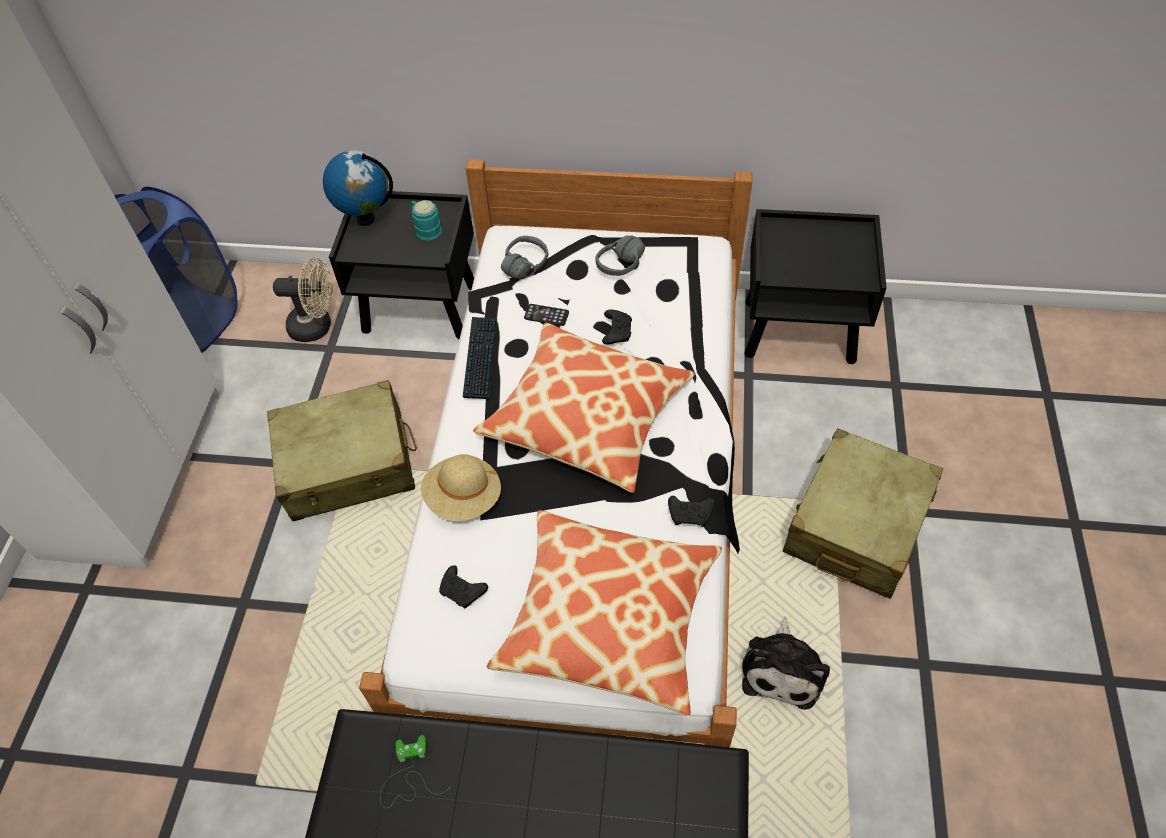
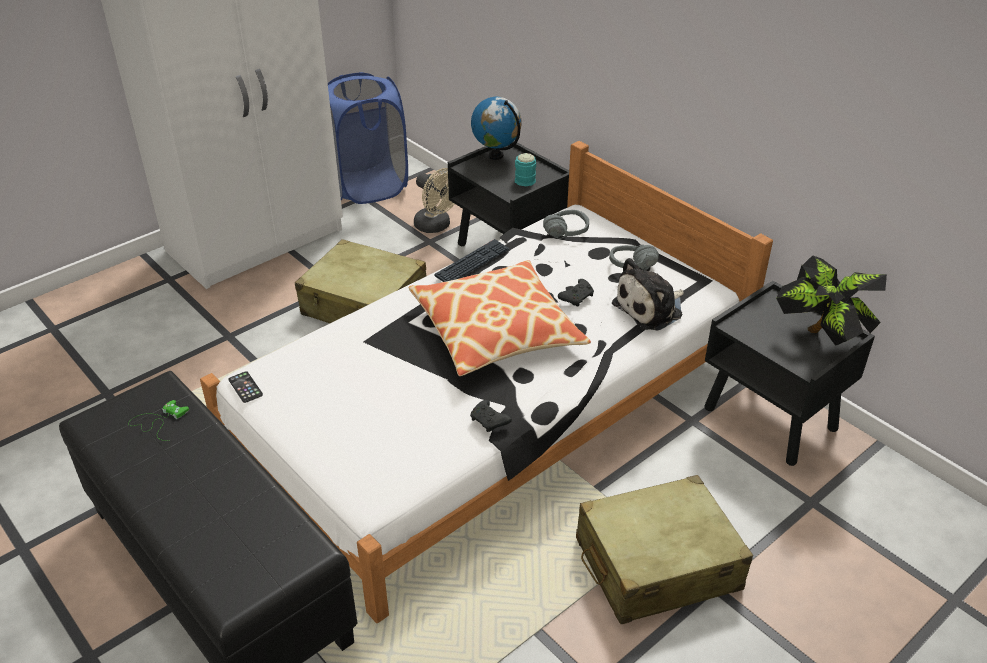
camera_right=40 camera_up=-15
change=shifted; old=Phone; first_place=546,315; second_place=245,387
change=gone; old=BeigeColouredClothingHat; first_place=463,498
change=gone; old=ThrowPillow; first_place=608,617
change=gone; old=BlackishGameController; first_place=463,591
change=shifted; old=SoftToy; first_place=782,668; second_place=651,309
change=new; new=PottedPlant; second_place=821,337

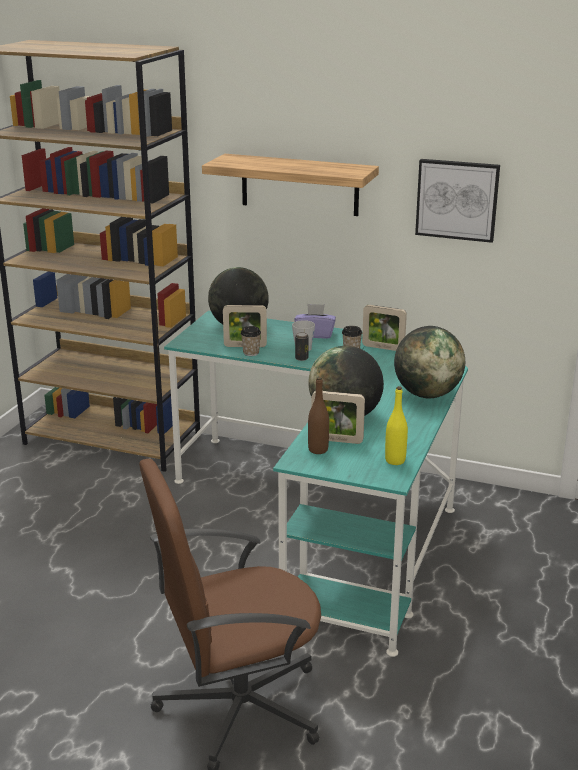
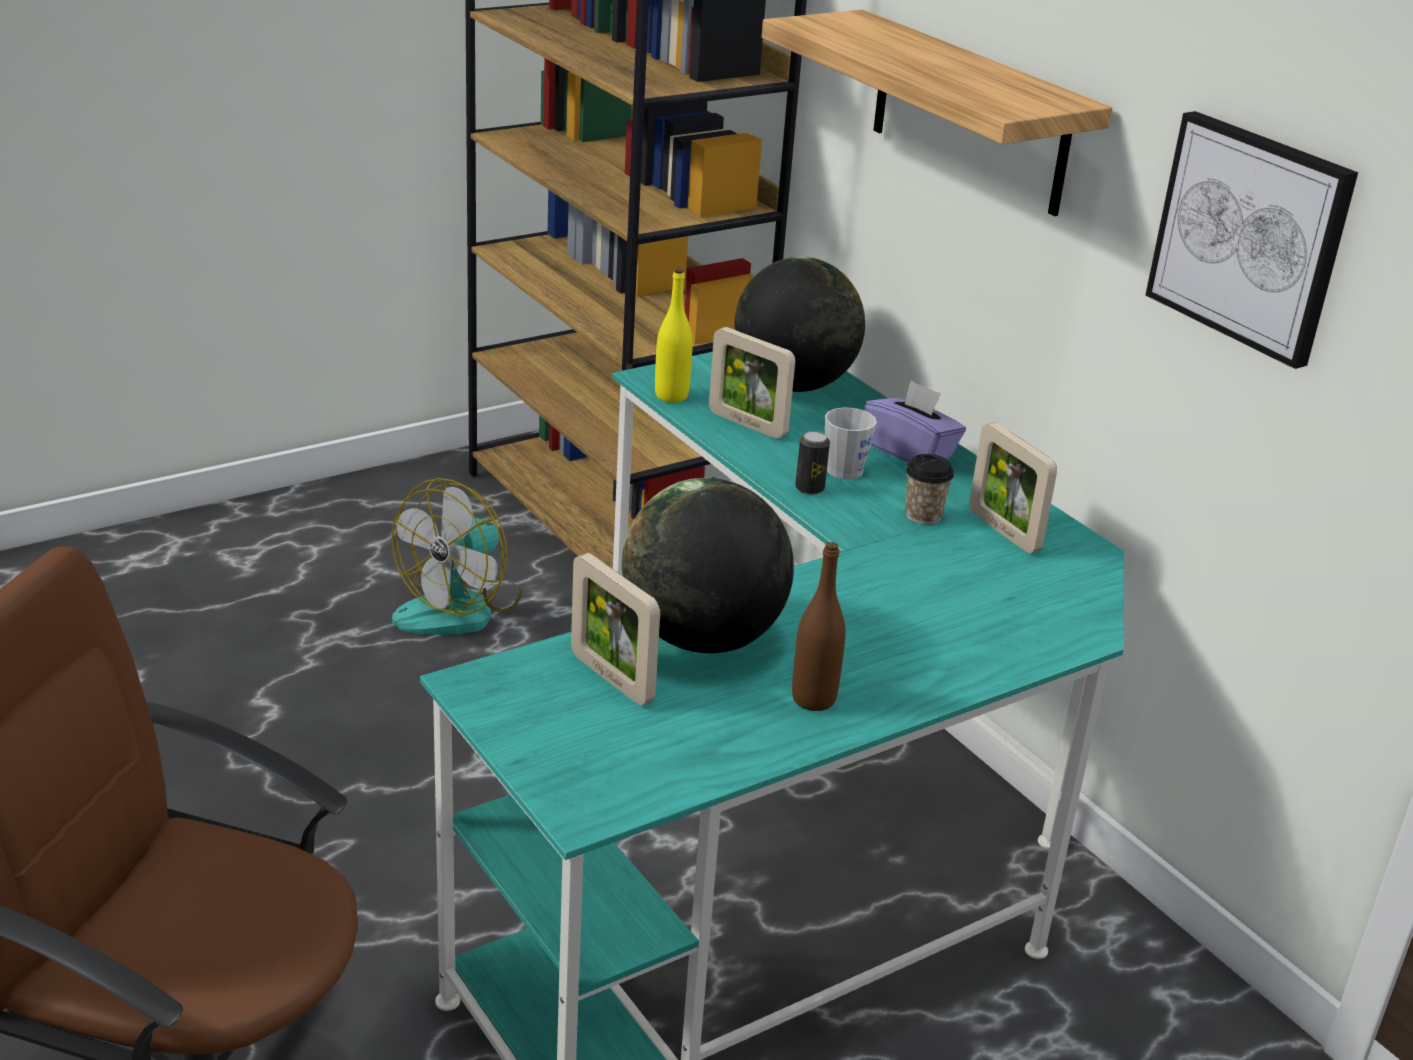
camera_right=35 camera_up=5
change=gone; old=SmallCup; first_place=251,353
change=gone; old=WorldGlobe; first_place=427,394
change=shifted; old=BrownColouredDrinkBottle; first_place=318,450; second_place=813,699
change=shifted; old=YellowColouredDrinkBottle; first_place=395,460; second_place=671,396
change=new; new=ElectricFan; second_place=460,607

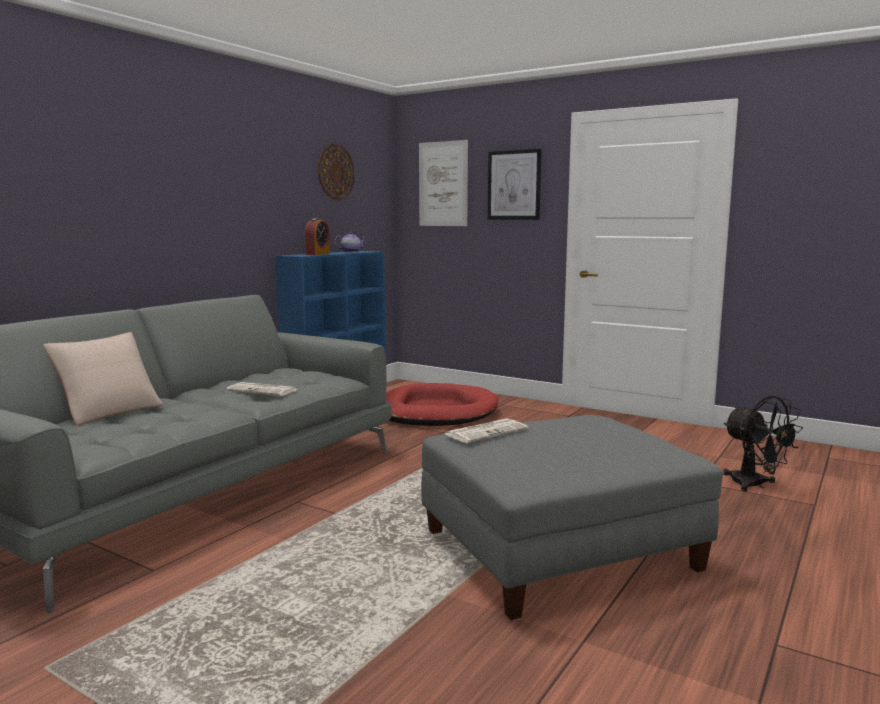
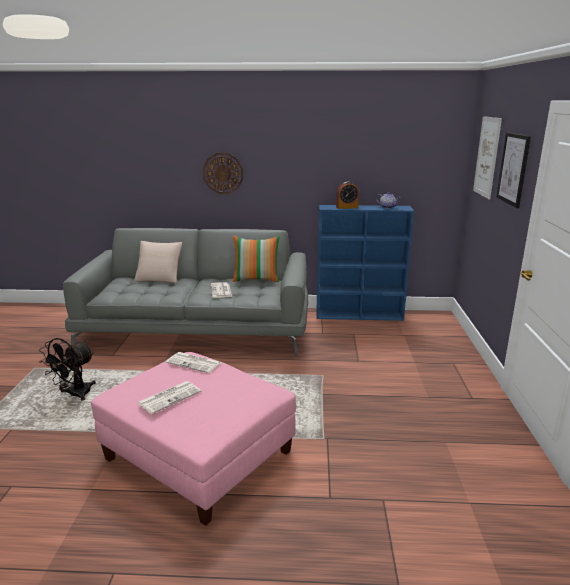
camera_right=60 camera_up=10
change=shifted; old=ClockOnTheWall; first_place=335,172; second_place=223,173
change=gone; old=ReddishDogCushion; first_place=434,412
change=shifted; old=BlackishElectricFan; first_place=755,485; second_place=74,395
change=repainted; old=GrayOttoman; new=PinkColouredOttoman; first_place=559,549; second_place=199,455
change=new; new=ThrowPillow; second_place=256,279
change=new; new=Newspaper; second_place=170,397

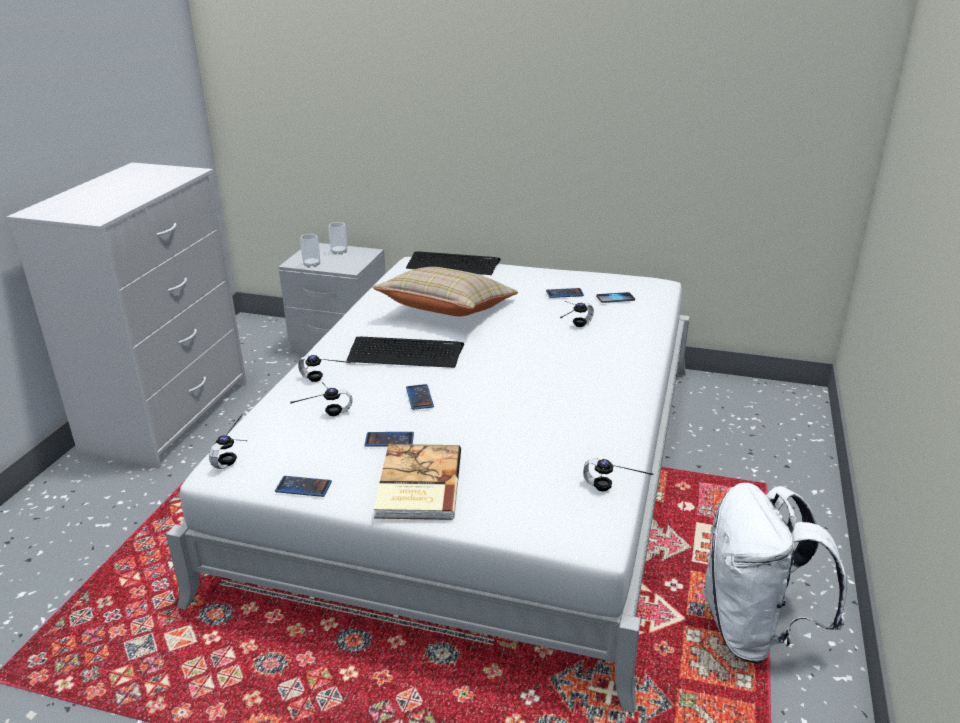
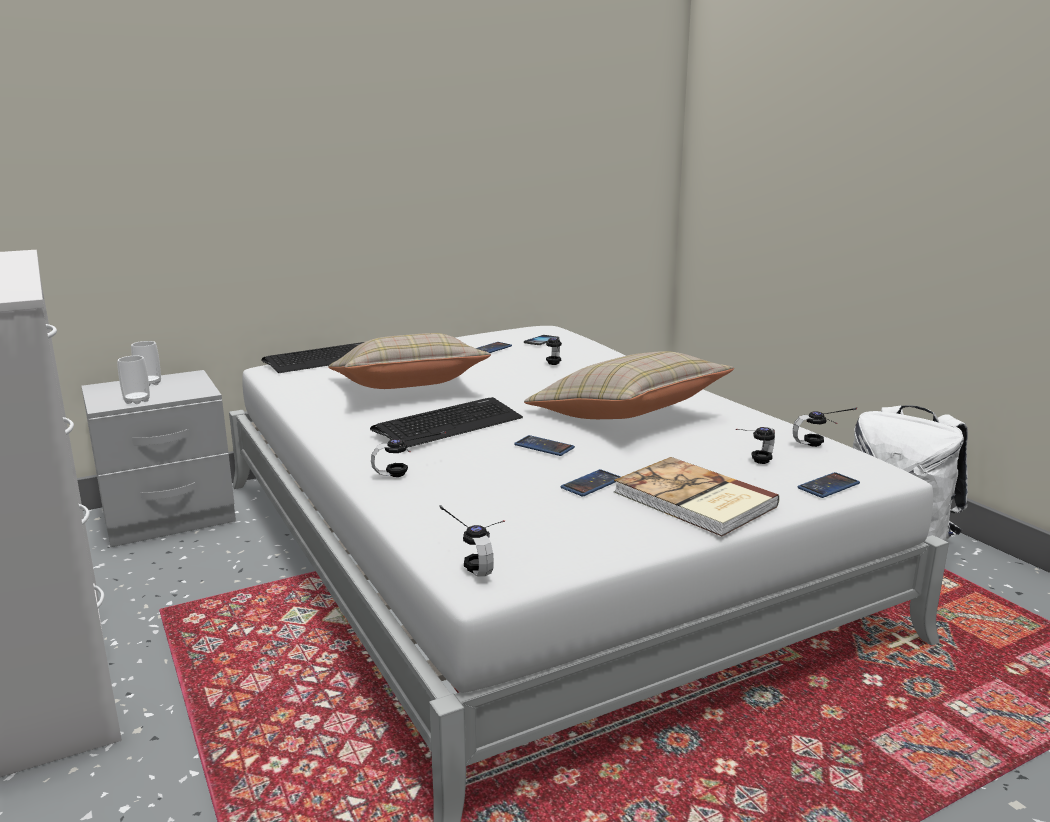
camera_right=-45 camera_up=-10
change=shifted; old=Headset; first_place=322,412; second_place=751,465
change=shifted; old=Phone; first_place=303,487; second_place=828,486
change=new; new=BeigeColouredThrowPillow; second_place=626,416

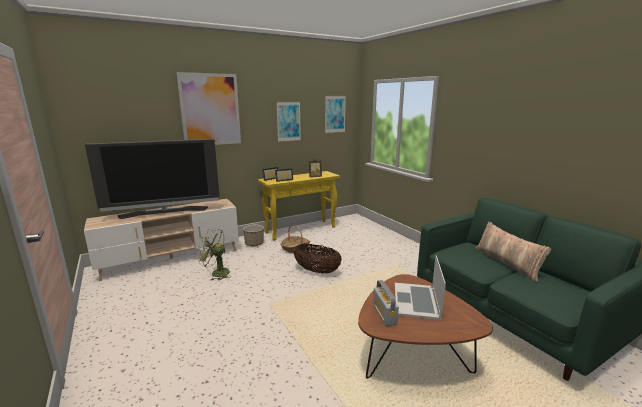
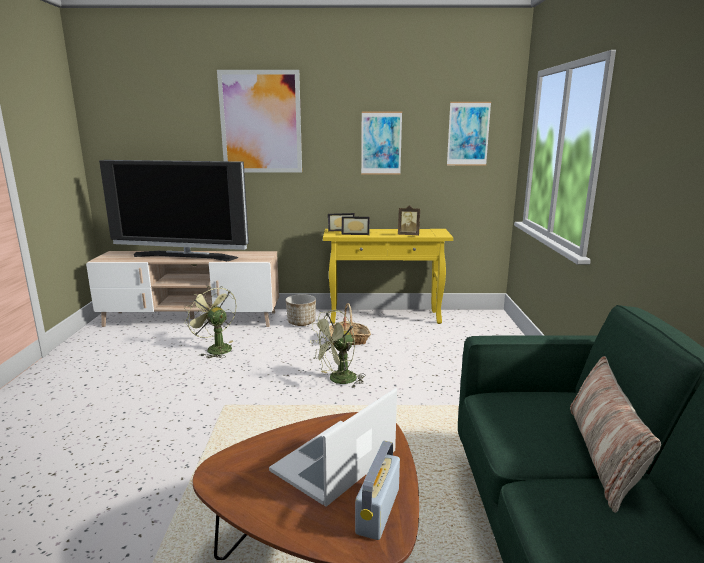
camera_right=30 camera_up=0
change=swapped; old=StorageBasket; new=GreenishElectricFan; first_place=317,271; second_place=338,380
change=shifted; old=RadioSet; first_place=384,314; second_place=378,511

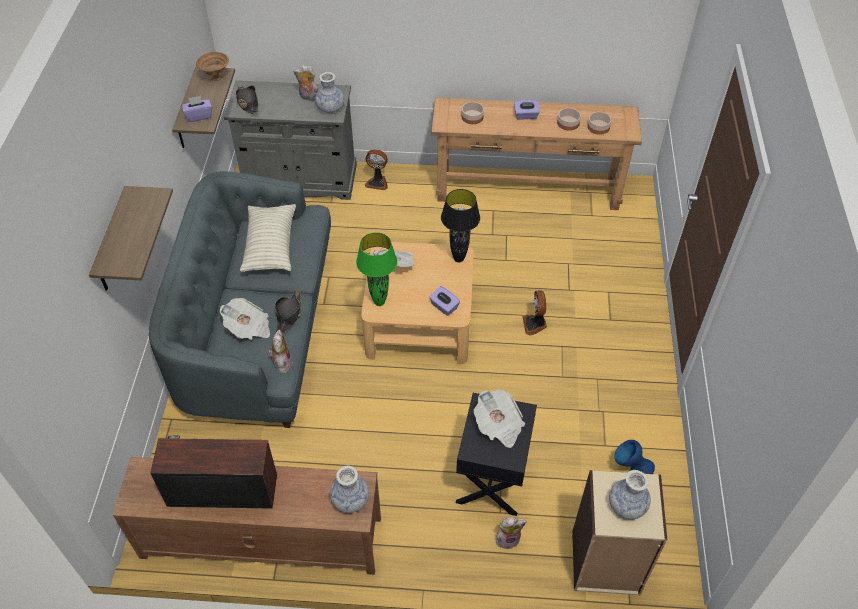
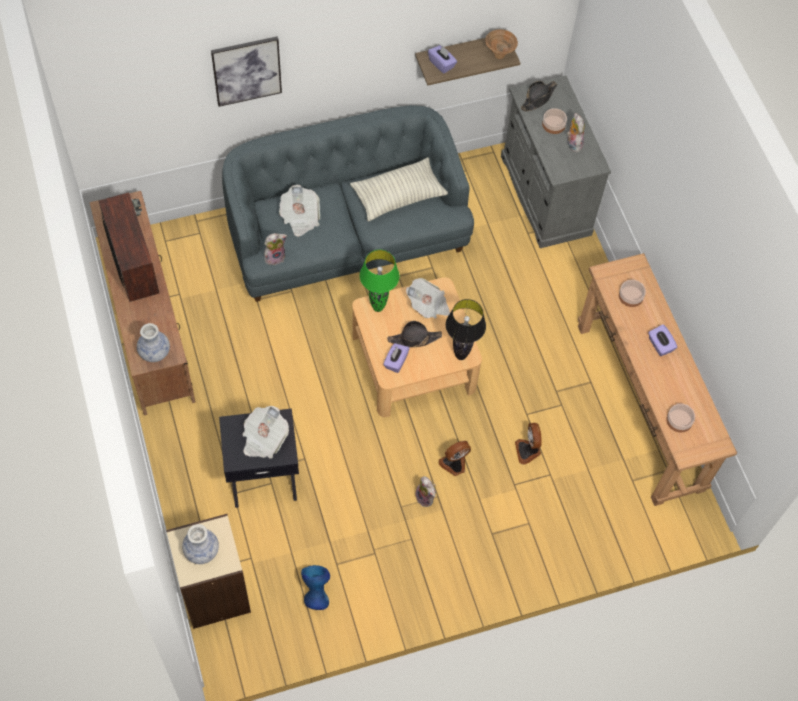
camera_right=65 camera_up=10
change=gone; old=Vase; first_place=330,108
change=shifted; old=ServingBowl; first_place=568,123; second_place=553,124
change=shifted; old=ElectricFan; first_place=377,182; second_place=528,451
change=swapped; old=WallShelf; new=WallArt; first_place=112,242; second_place=246,70
change=shifted; old=BlackishClothingHat; first_place=288,315; second_place=414,339
change=shifted; old=SoftToy; first_place=508,539; second_place=426,498

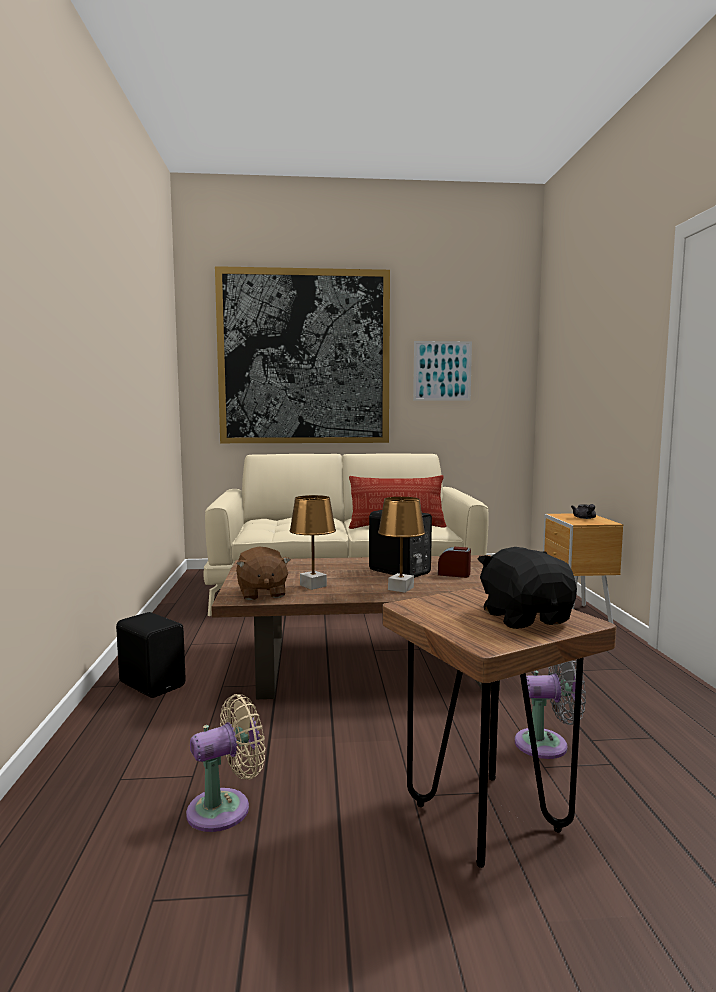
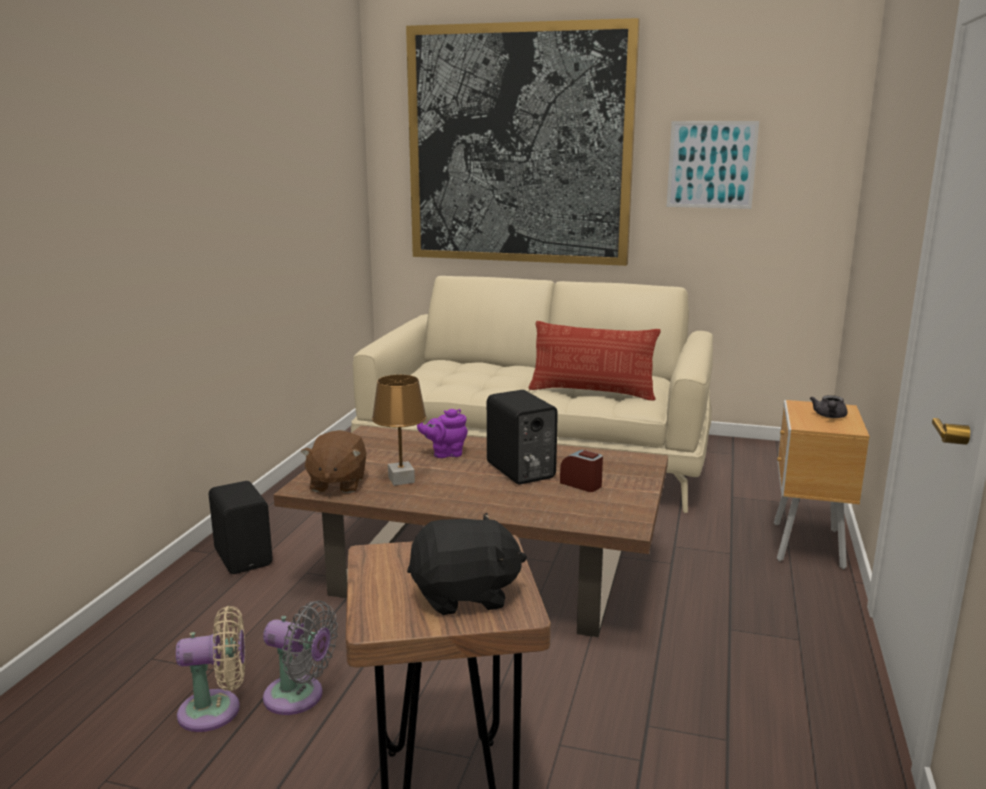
camera_right=20 camera_up=10
change=gone; old=BrownColouredTabletopLamp; first_place=400,588
change=rotated; old=BlackishSoftToy; first_place=525,618; second_place=465,595; degrees=75
change=shifted; old=GrayElectricFan; first_place=547,744; second_place=299,697
change=new; new=PurpleColouredPotForTea; second_place=445,453

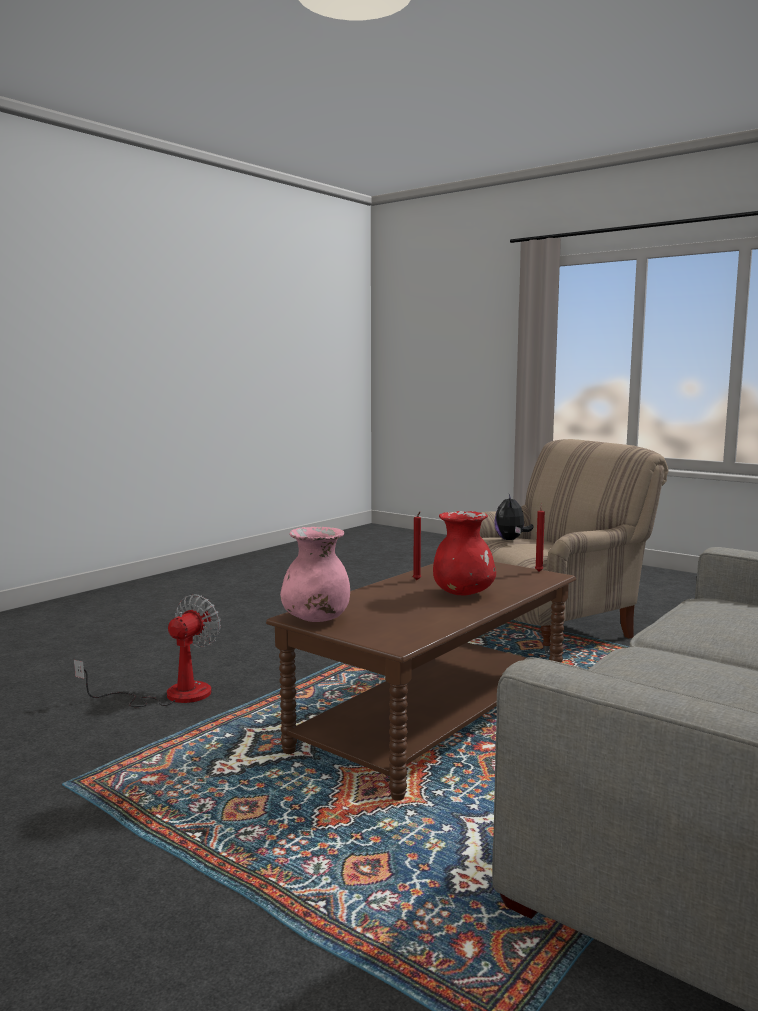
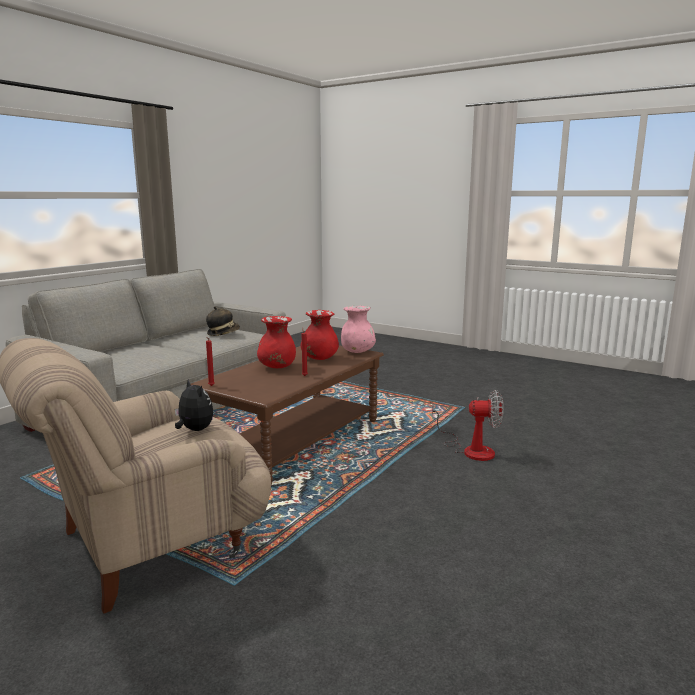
camera_right=175 camera_up=5
change=rotated; old=SoftToy; first_place=511,540; second_place=194,430; degrees=-45
change=rotated; old=ElectricFan; first_place=171,695; second_place=471,449; degrees=-105
change=new; new=ClothingHat; second_place=223,333
change=new; new=ReddishVase; second_place=319,358

